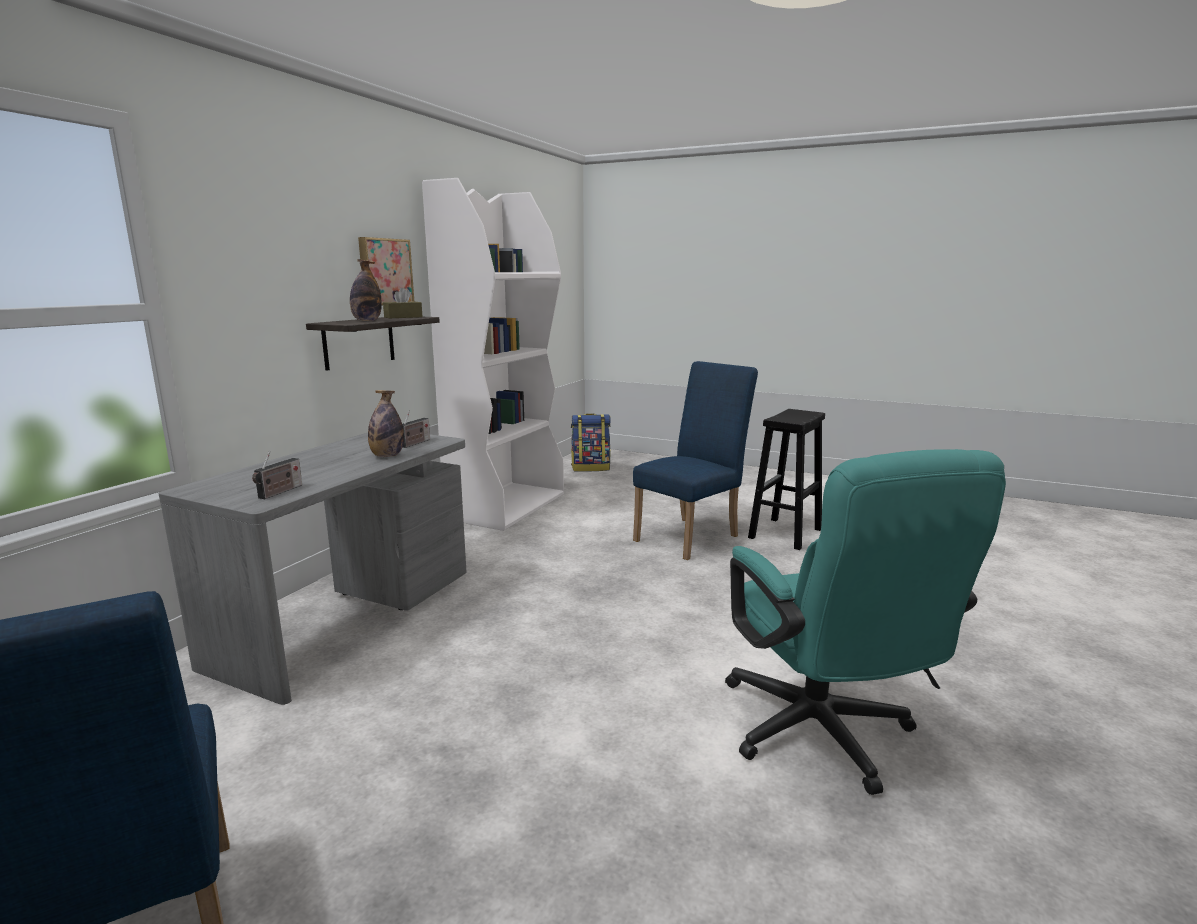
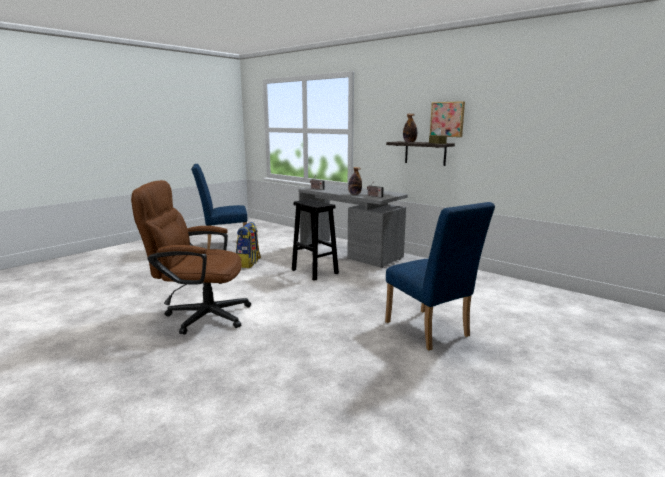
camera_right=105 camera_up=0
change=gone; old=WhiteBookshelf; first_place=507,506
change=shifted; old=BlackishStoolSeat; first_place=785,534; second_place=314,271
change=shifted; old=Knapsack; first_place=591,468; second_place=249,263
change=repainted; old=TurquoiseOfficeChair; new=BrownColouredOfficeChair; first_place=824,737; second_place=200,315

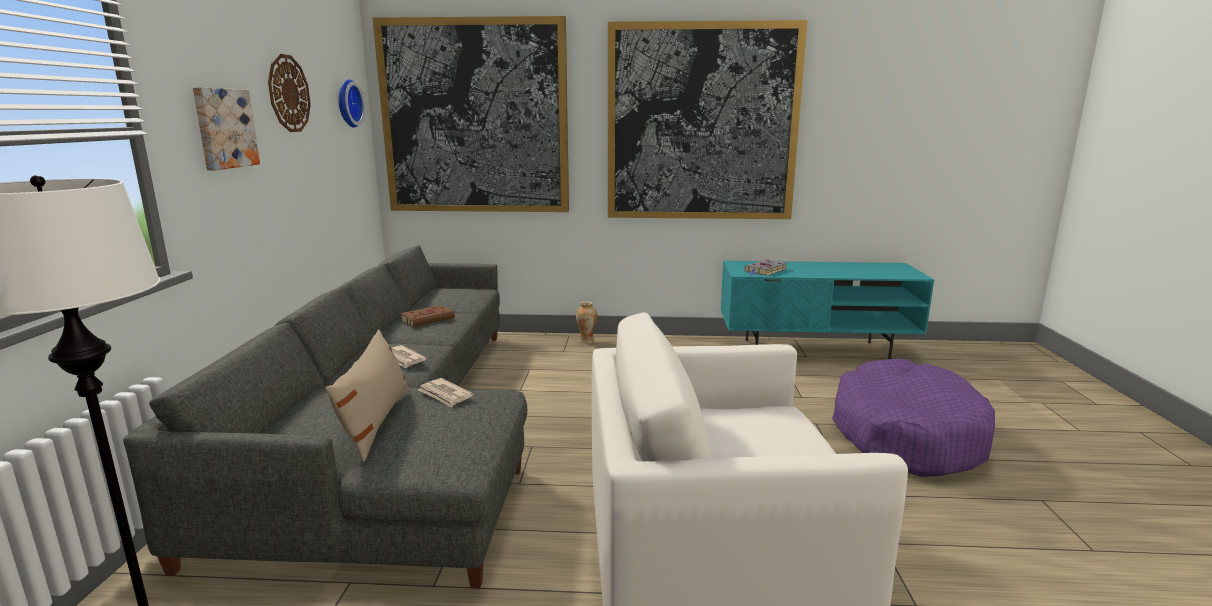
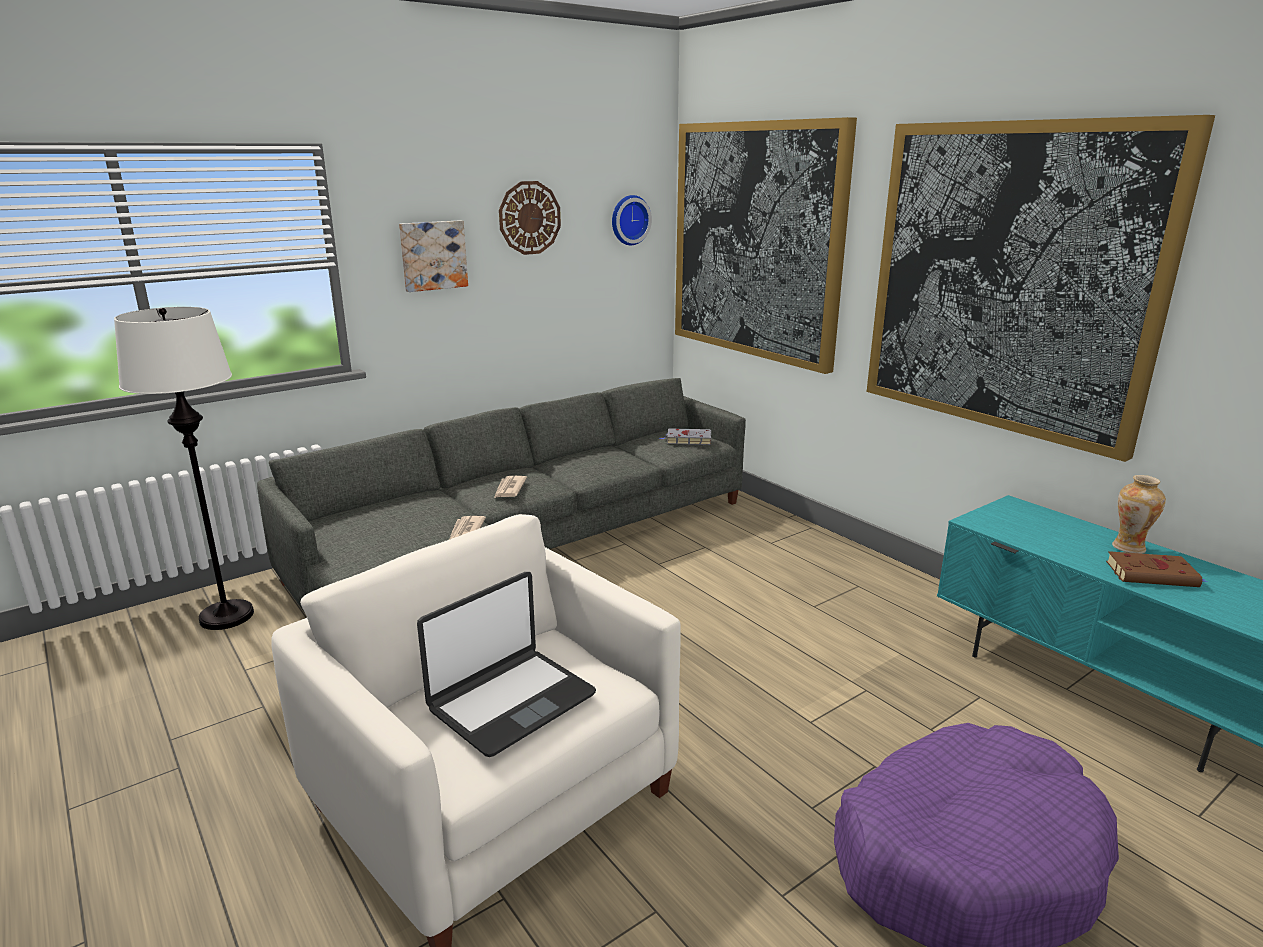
camera_right=50 camera_up=5
change=shifted; old=GrayBoundBook; first_place=765,271; second_place=687,440
change=shifted; old=Vase; first_place=586,341; second_place=1129,547
change=shifted; old=BrownColouredBoundBook; first_place=429,319; second_place=1153,574
change=gone; old=BeigeColouredThrowPillow; first_place=375,422
change=new; new=NotebookComputer; second_place=511,701

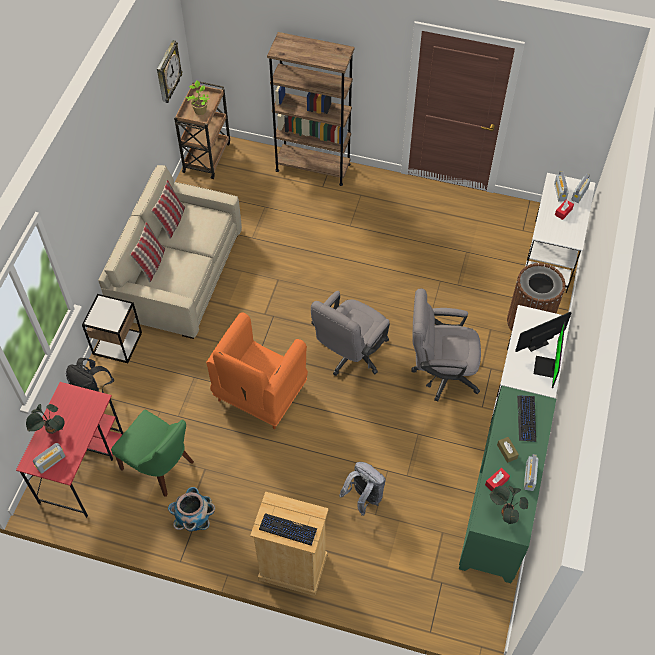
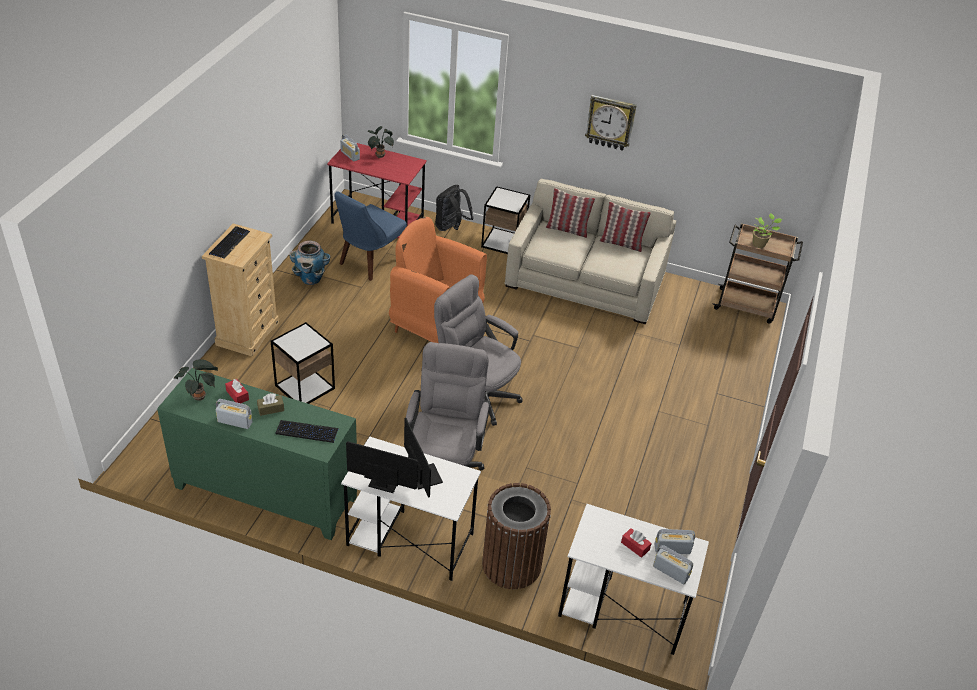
camera_right=90 camera_up=-15
change=gone; old=BrownColouredBookshelf; first_place=312,167
change=shifted; old=ClockOnTheWall; first_place=167,73; second_place=610,122
change=repainted; old=GreenishChair; new=BlueColouredChair; first_place=160,467; second_place=369,262
change=swapped; old=GrayKnapsack; new=EndTable; first_place=363,497; second_place=305,387

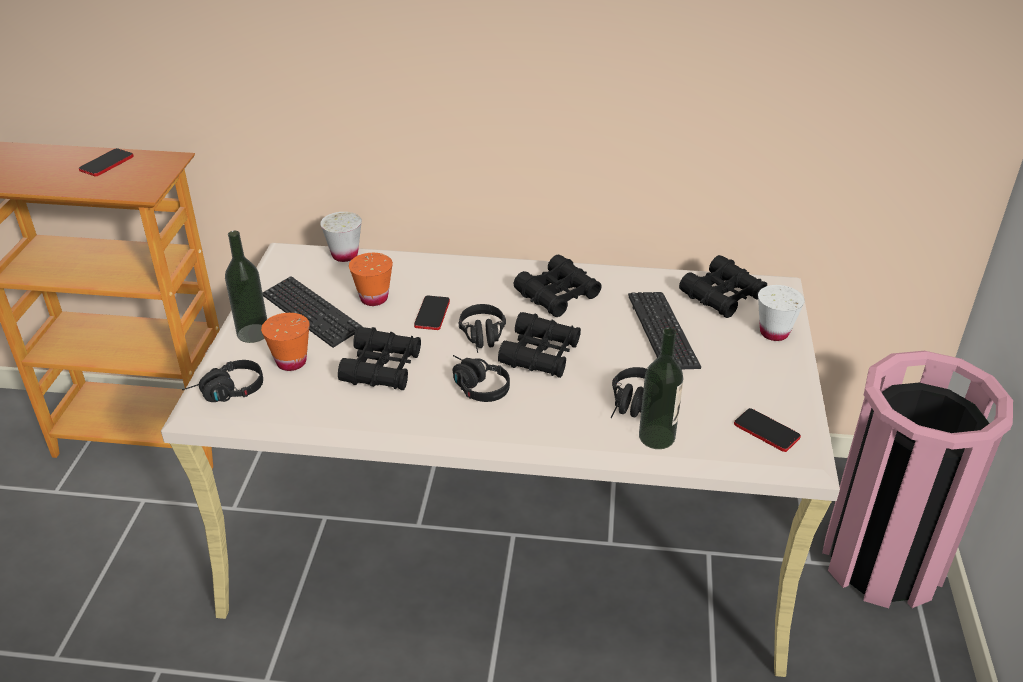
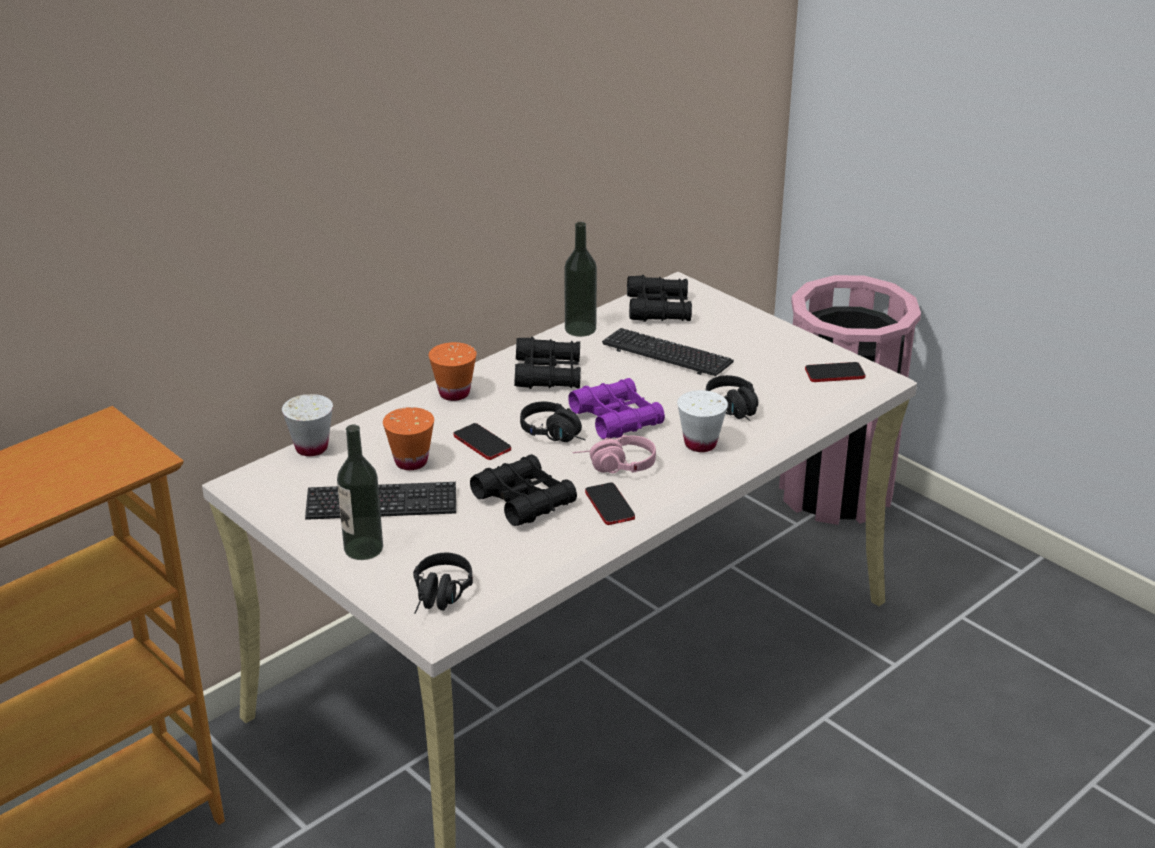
camera_right=-50 camera_up=-5
change=shifted; old=Phone; first_place=107,163; second_place=609,505
change=shifted; old=WhiteSmallCup; first_place=774,333; second_place=700,444
change=repainted; old=BlackishPairOfBinoculars; new=PurpleColouredPairOfBinoculars; first_place=540,354; second_place=616,418
change=shifted; old=OrangeColouredSmallCup; first_place=291,362; second_place=454,393
change=shifted; old=DrinkBottle; first_place=657,437; second_place=580,329
change=repainted; old=BlackishHeadset; new=PinkColouredHeadset; first_place=474,386; second_place=614,466

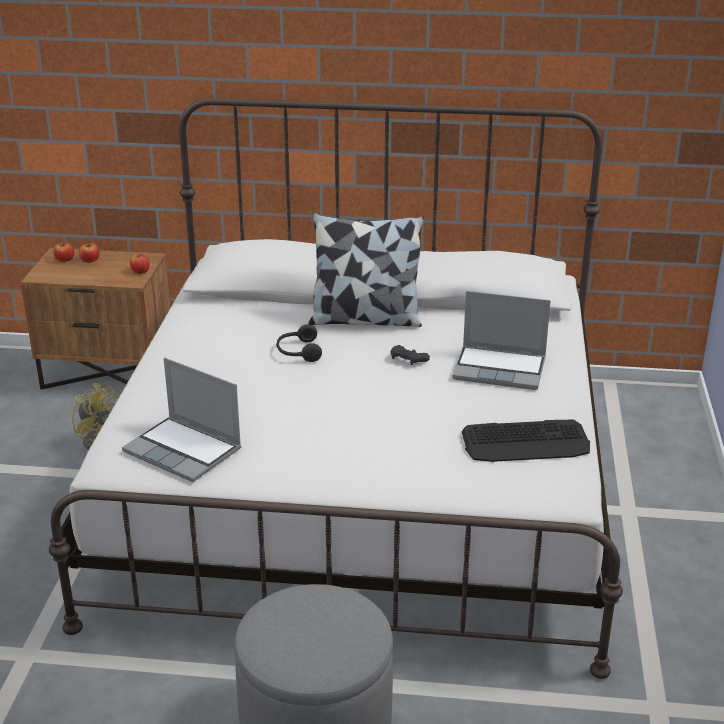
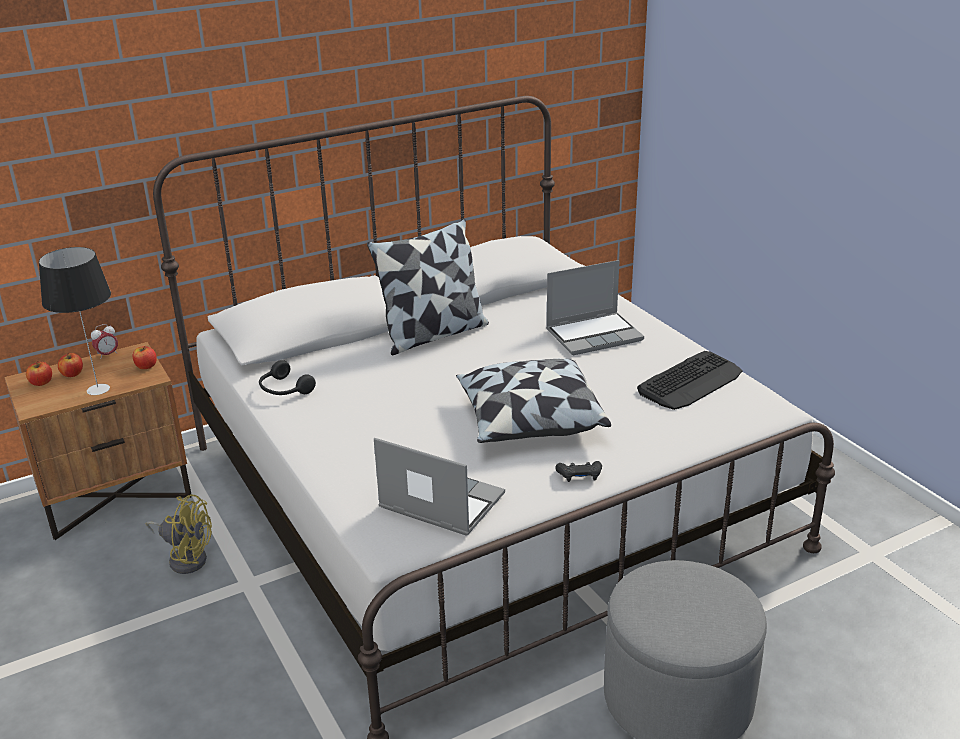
camera_right=-35 camera_up=0
change=shifted; old=BlackishHeadset; first_place=298,352; second_place=284,390
change=shifted; old=BlackishGameController; first_place=408,360; second_place=579,476
change=rotated; old=NotebookComputer; first_place=184,451; second_place=439,502; degrees=-150
change=new; new=TabletopLamp; second_place=97,389
change=new; new=AlarmClock; second_place=107,355
change=new; new=ThrowPillow; second_place=529,421

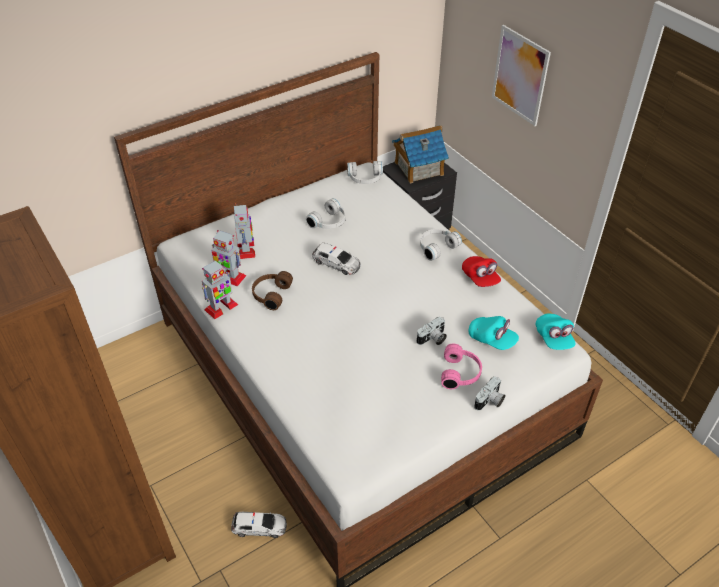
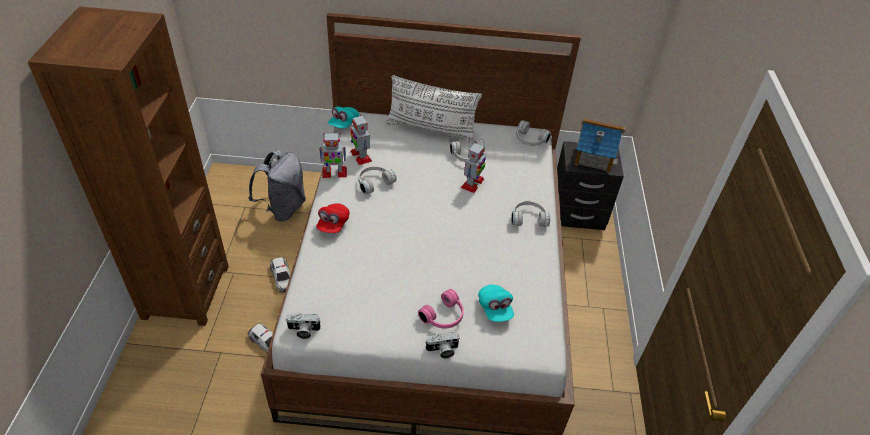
camera_right=35 camera_up=0
change=gone; old=WallArt; first_place=520,75
change=shifted; old=ModelRobot; first_place=246,249; second_place=472,183
change=shifted; old=MiniatureCar; first_place=336,263; second_place=282,277
change=shifted; old=ReddishBaseballCap; first_place=480,278; second_place=333,224
change=repainted; old=BrownColouredHeadset; new=WhiteHeadset; first_place=270,294; second_place=374,182
change=shifted; old=TurquoiseBaseballCap; first_place=553,338; second_place=344,123
change=shifted; old=PhotoCamera; first_place=432,339; second_place=303,331
change=new; new=WhiteThrowPillow; second_place=431,129
change=new; new=GrayKnapsack; second_place=283,208

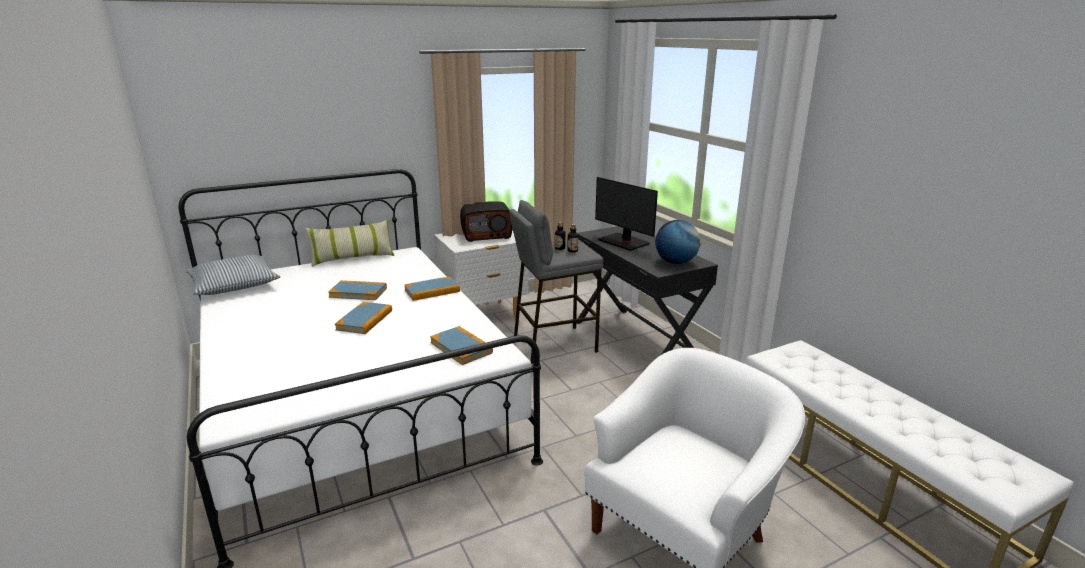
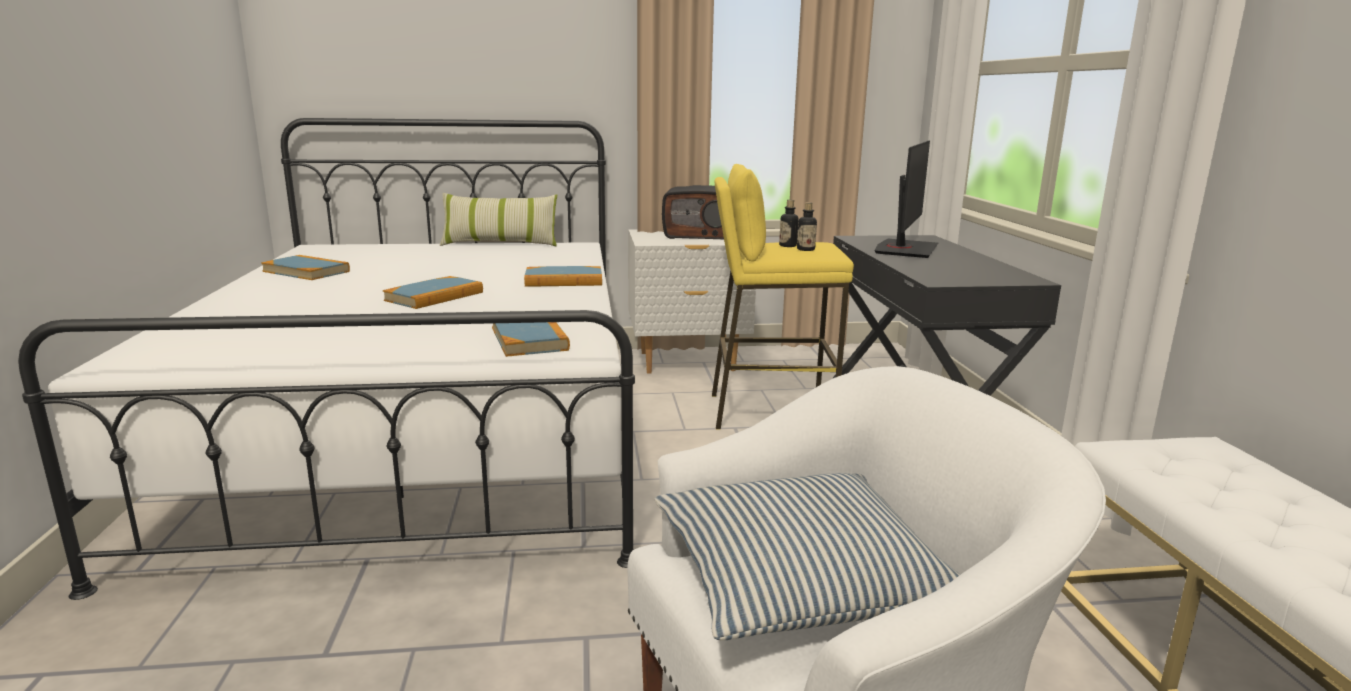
camera_right=20 camera_up=-5
change=rotated; old=ComputerScreen; first_place=624,242; second_place=905,249; degrees=-135
change=repainted; old=GrayStoolSeat; new=YellowColouredStoolSeat; first_place=554,344; second_place=770,411
change=gone; old=WorldGlobe; first_place=675,262
change=shifted; old=ThrowPillow; first_place=234,285; second_place=800,577
change=shifted; old=BoundBook; first_place=358,292; second_place=306,271

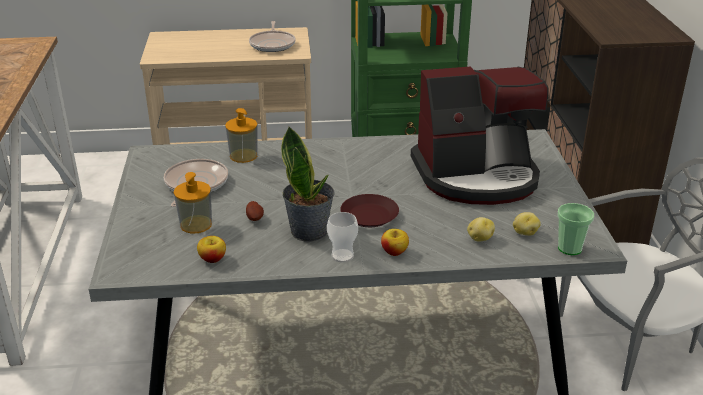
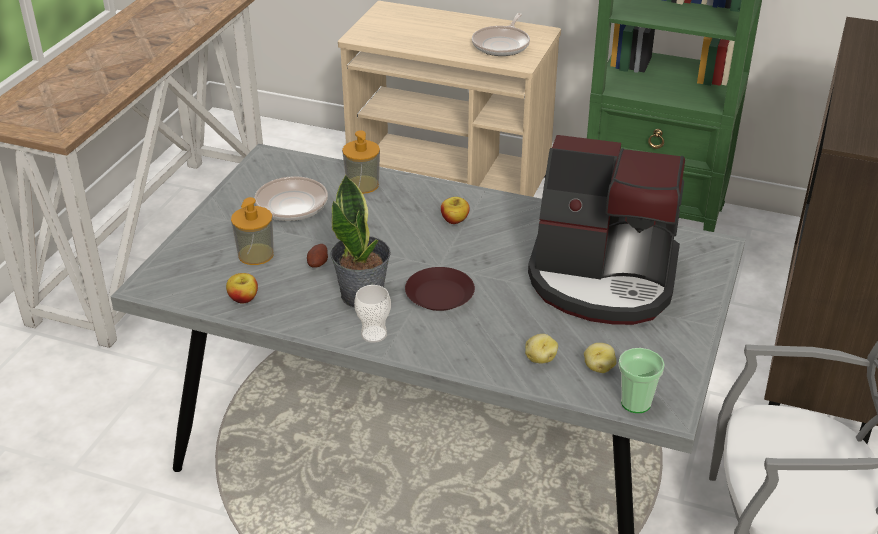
camera_right=25 camera_up=5
change=shifted; old=WholeApple; first_place=394,251; second_place=454,220

